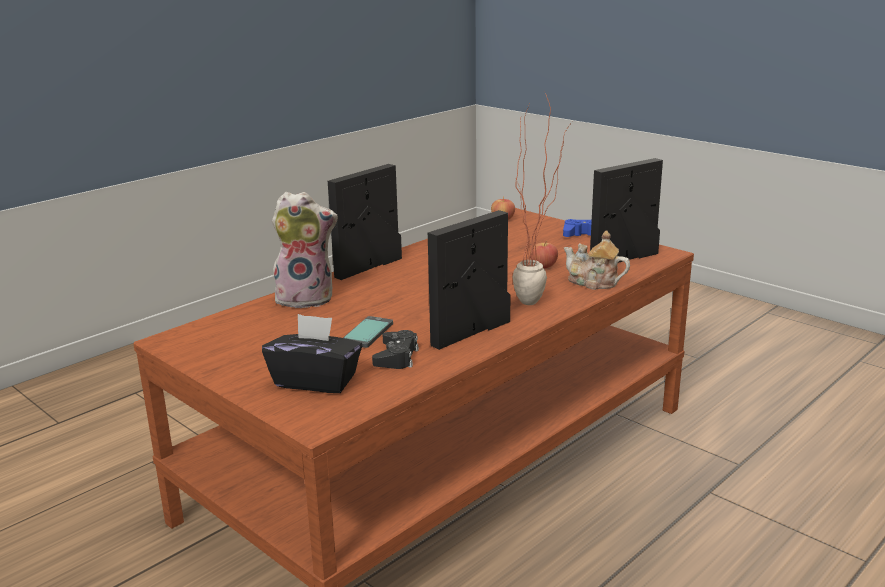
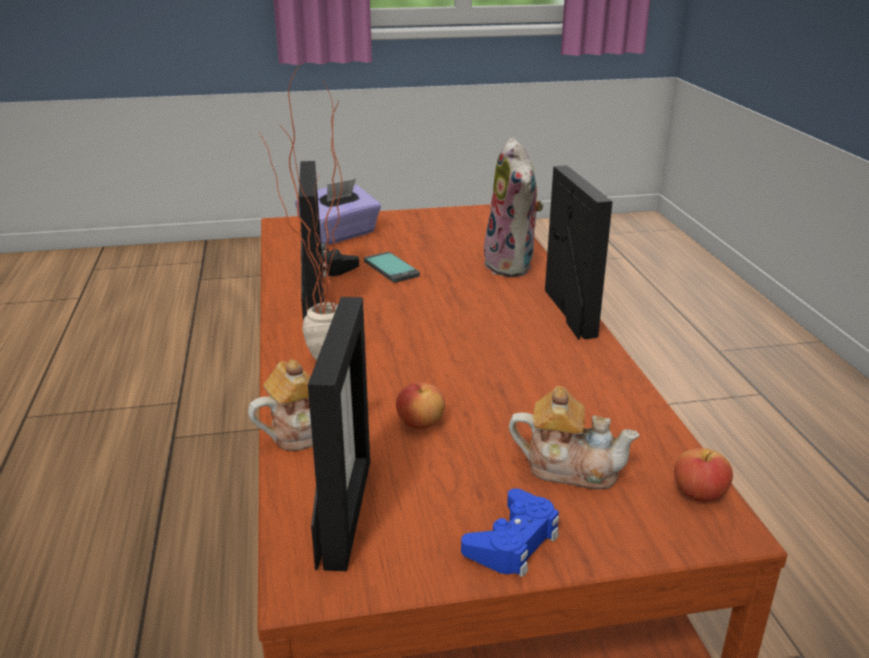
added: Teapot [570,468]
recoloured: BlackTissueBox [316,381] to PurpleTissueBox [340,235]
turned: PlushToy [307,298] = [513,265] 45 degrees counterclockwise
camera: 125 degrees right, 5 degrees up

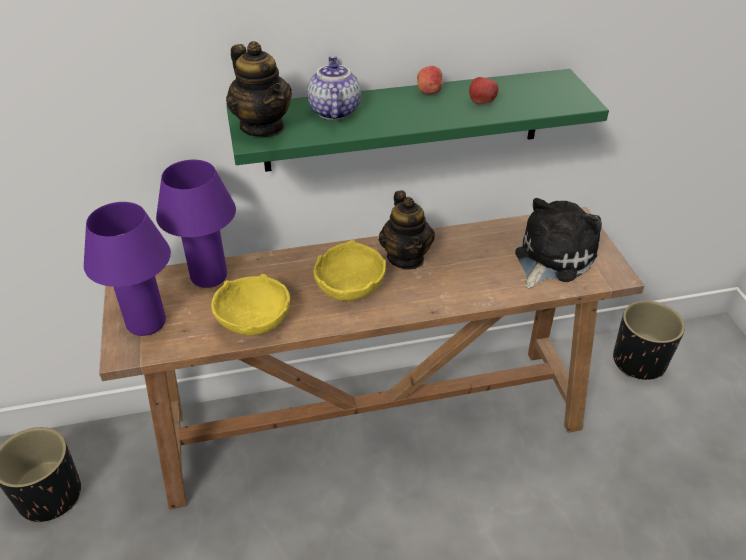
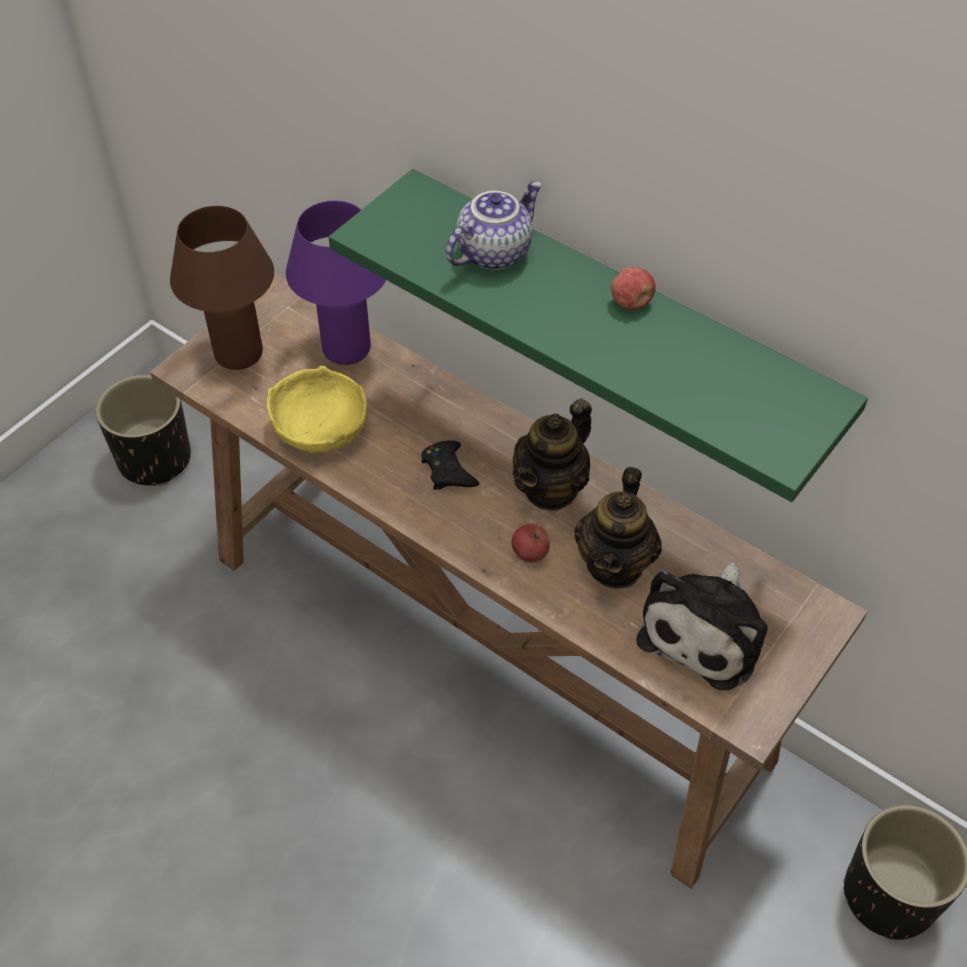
moved: Teapot [263,126] to [615,564]; Apple [481,102] to [530,553]
replaced: YellowBowl [349,287] to BlackGameController [448,470]
recoloured: PurpleTableLamp [146,323] to BrownTableLamp [238,354]
turned: PlushToy [551,258] = [707,630] 120 degrees clockwise
camera: 50 degrees right, 10 degrees up

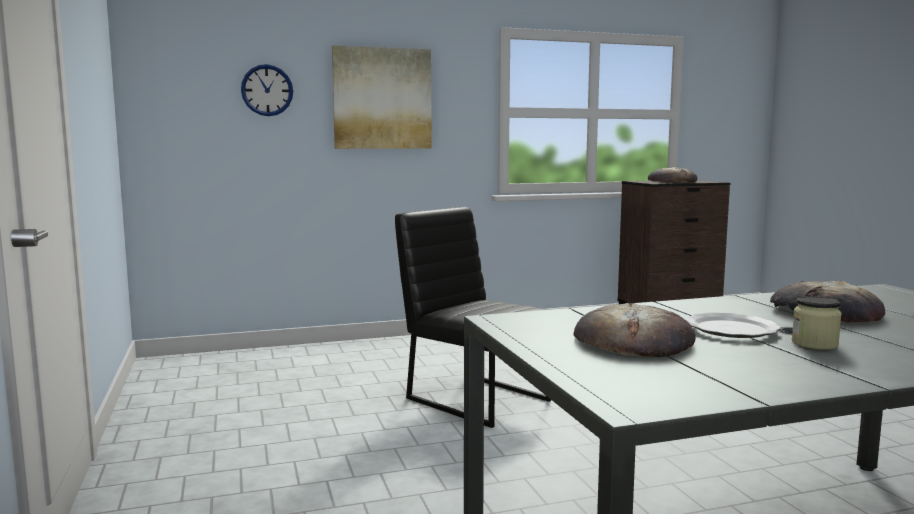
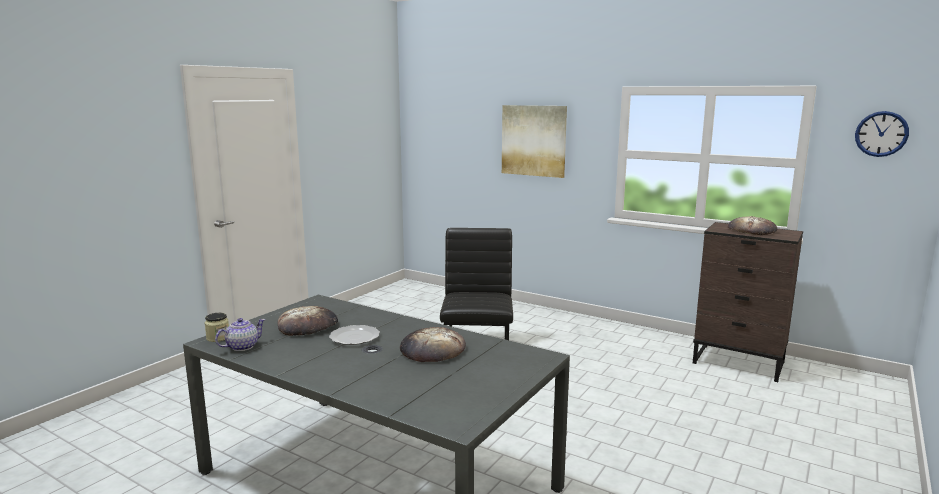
added: Teapot [242,347]
moved: WallClock [267,90] to [881,134]; Jar [814,344] to [218,338]
camera: 50 degrees right, 5 degrees up

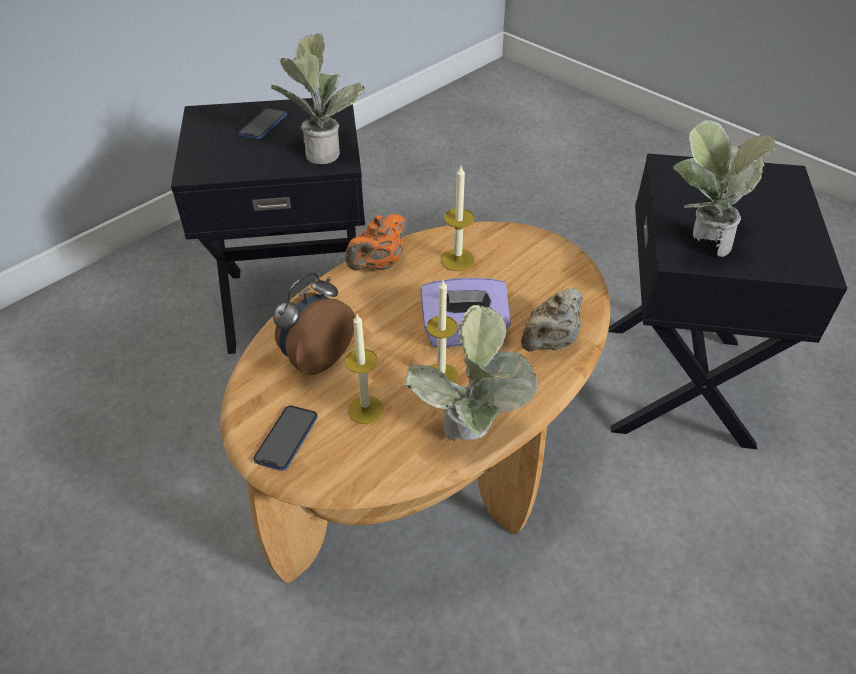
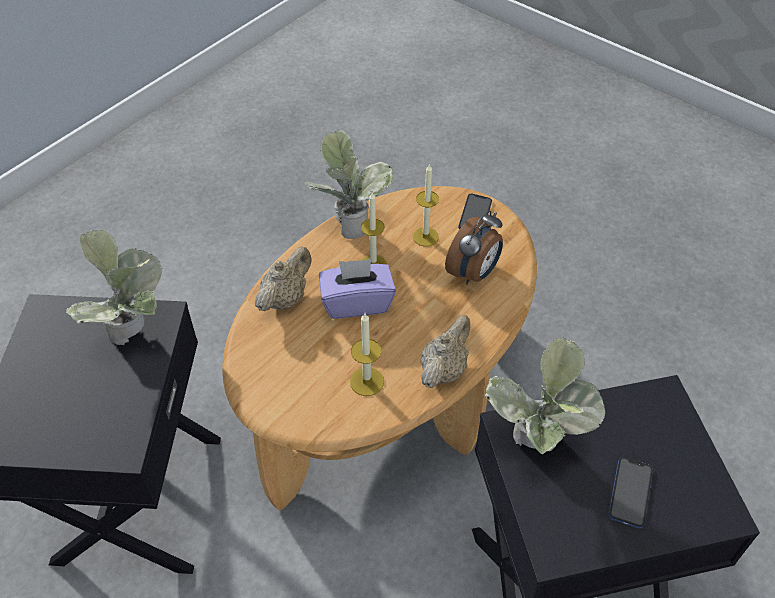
recoloured: OrangeTeapot [379,265] to BeigeTeapot [444,370]
camera: 175 degrees right, 5 degrees up

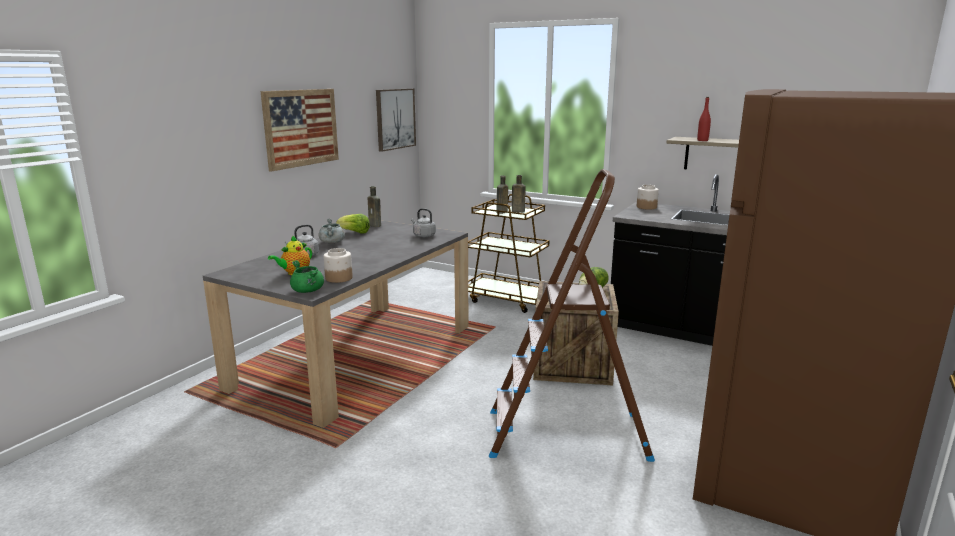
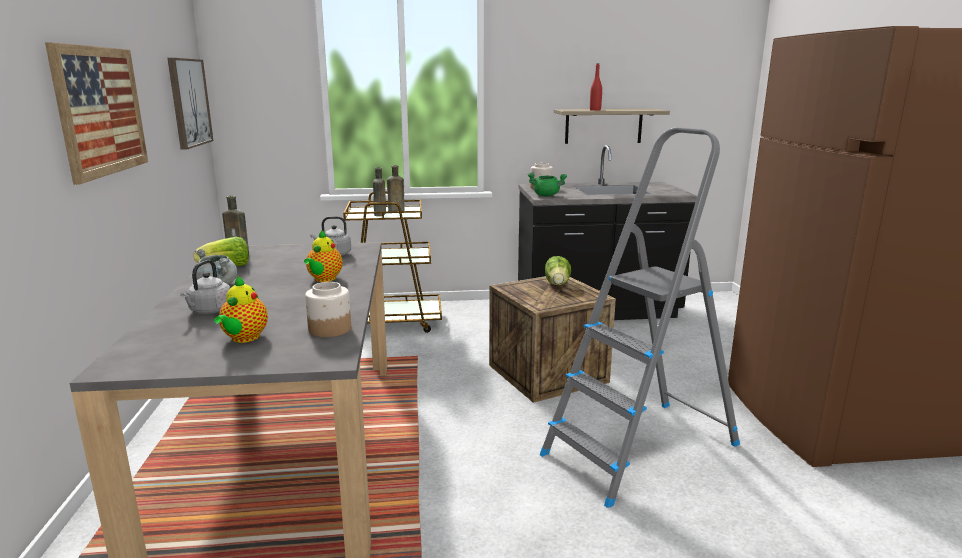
added: Teapot [324,279]
moved: GreenCookingPot [308,291] to [546,195]
recoloured: BrownStepLadder [565,435] to GreyStepLadder [640,449]
camera: 35 degrees left, 0 degrees up

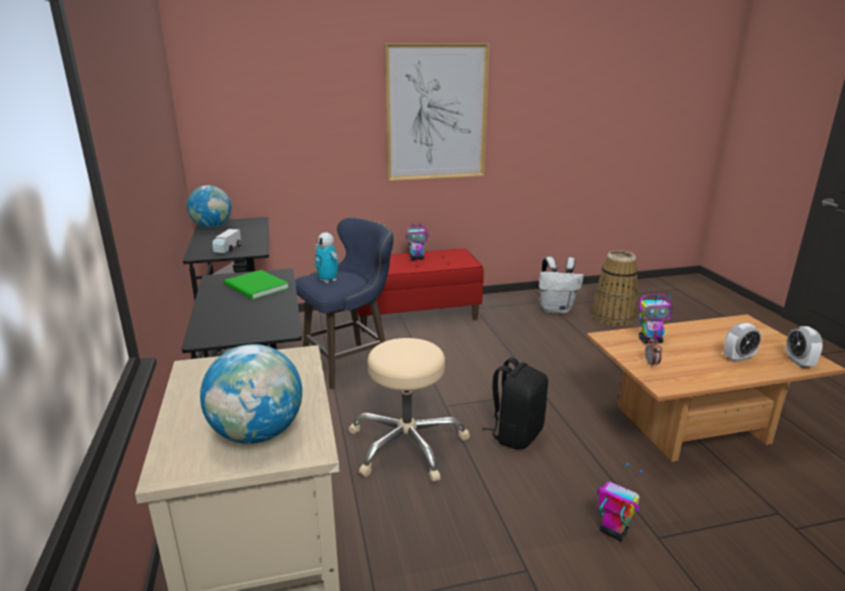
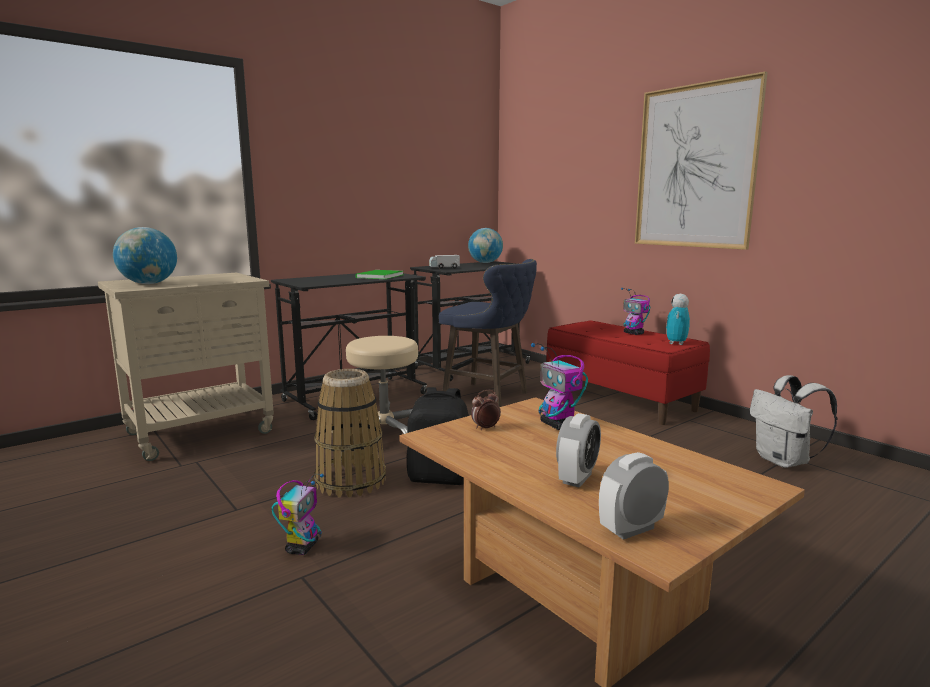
moved: ToyRobot [328,280] to [676,343]; Basket [613,317] to [351,481]
turned: AlarmClock [738,358] = [577,478] 105 degrees counterclockwise
camera: 65 degrees right, 10 degrees down

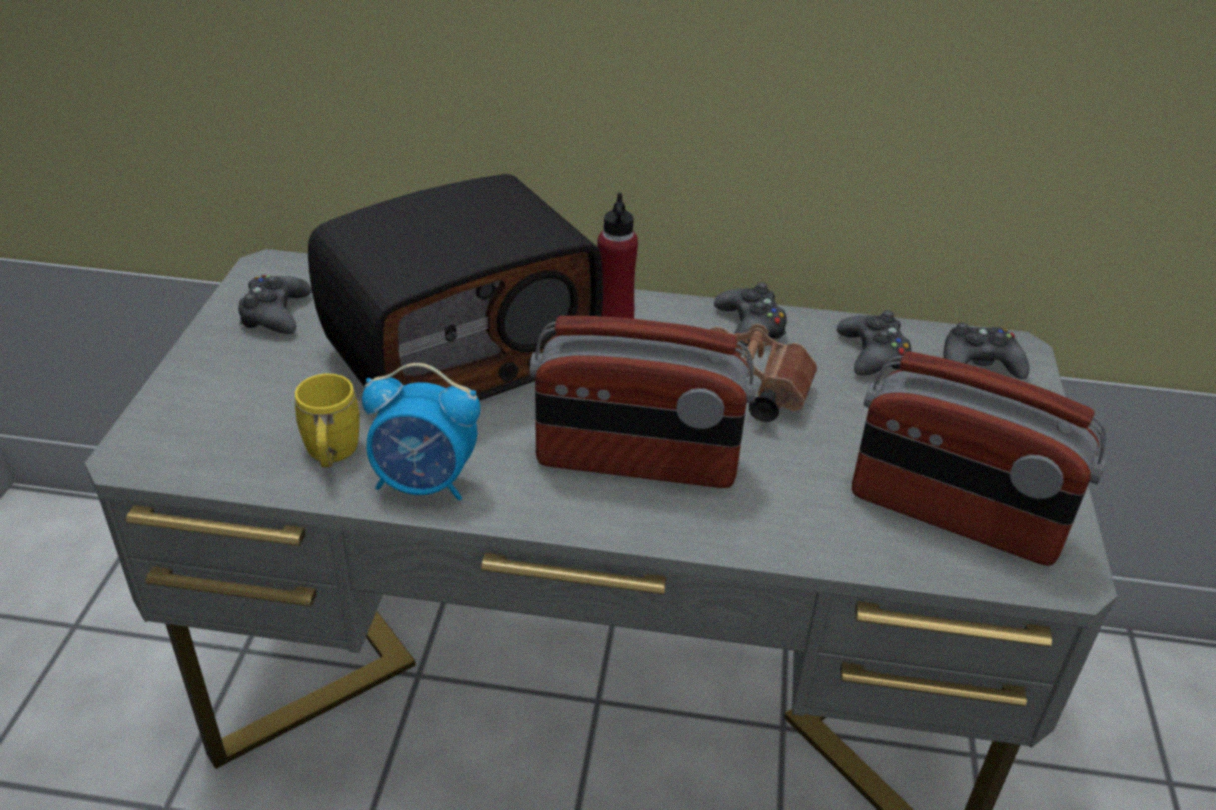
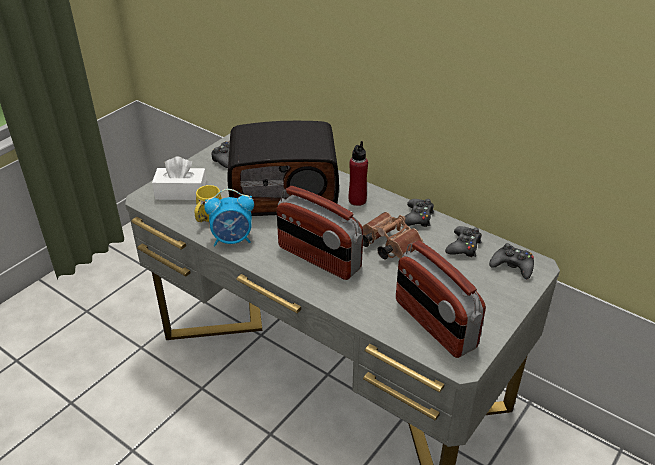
added: WhiteTissueBox [181,192]
turned: AlarmClock [425,483] = [233,240] 45 degrees counterclockwise
camera: 30 degrees right, 0 degrees up

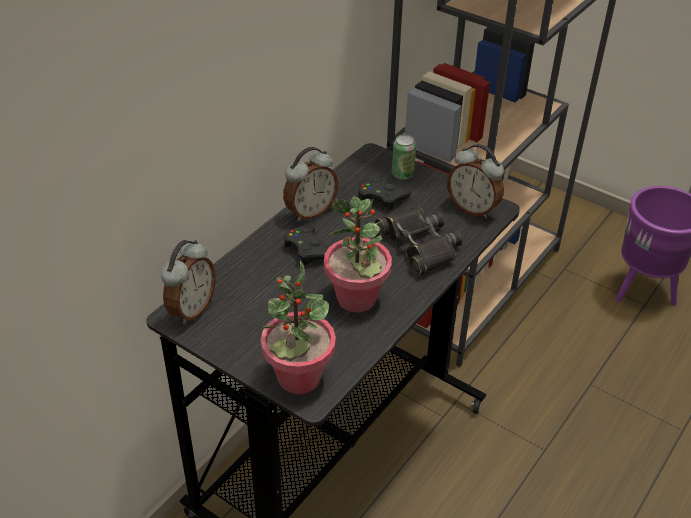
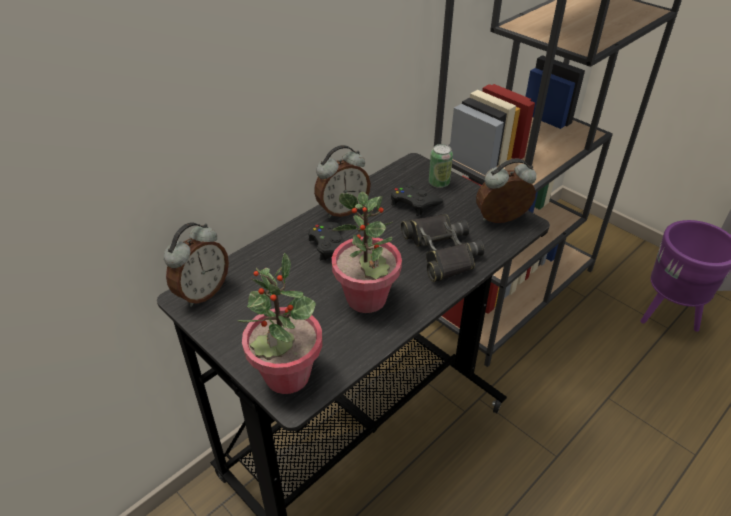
turned: AlarmClock [473,208] = [502,221] 120 degrees clockwise
camera: 10 degrees right, 0 degrees up

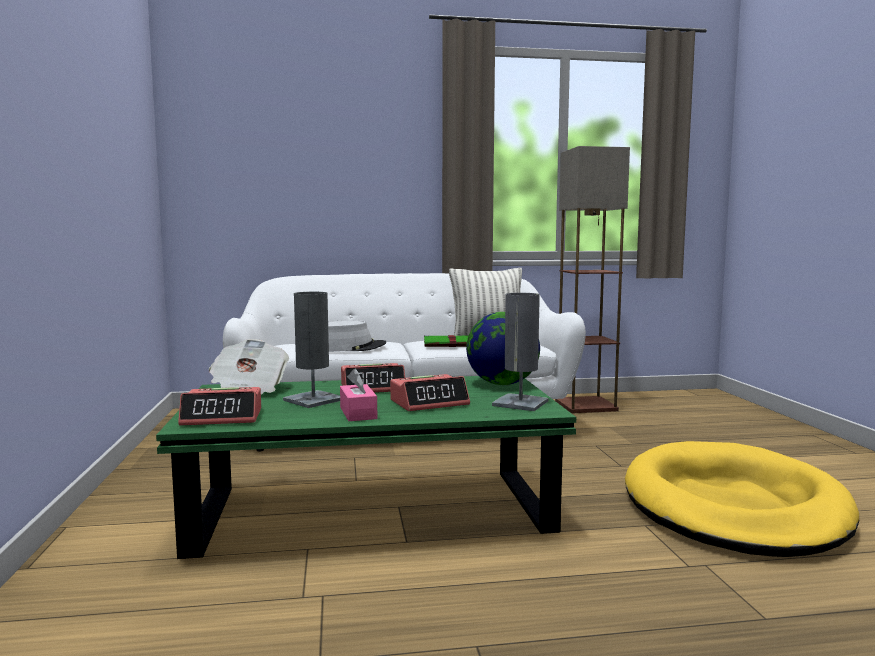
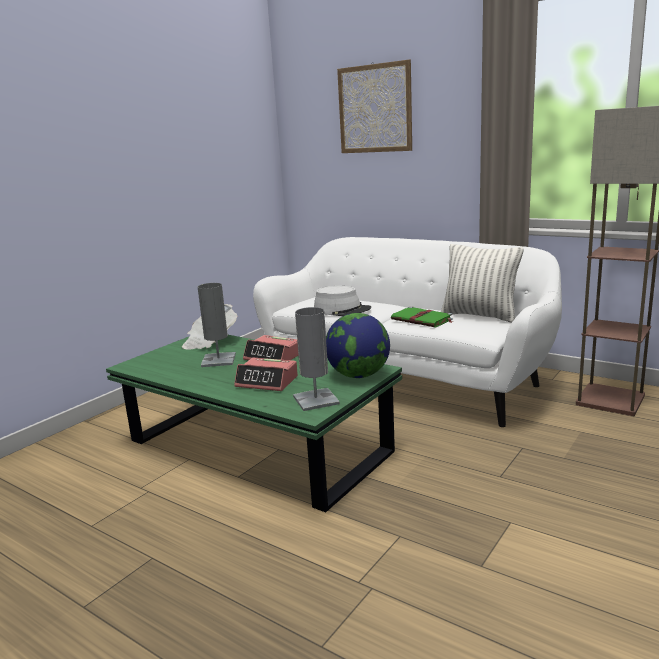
removed: PinkTissueBox [358,413]; AlarmClock [222,417]; YellowDogBed [733,506]
added: Picture [375,107]
camera: 45 degrees right, 10 degrees up

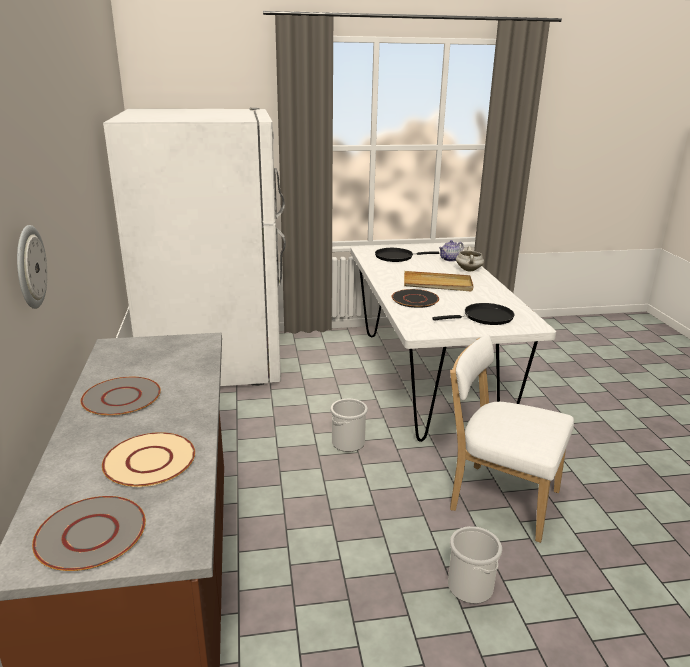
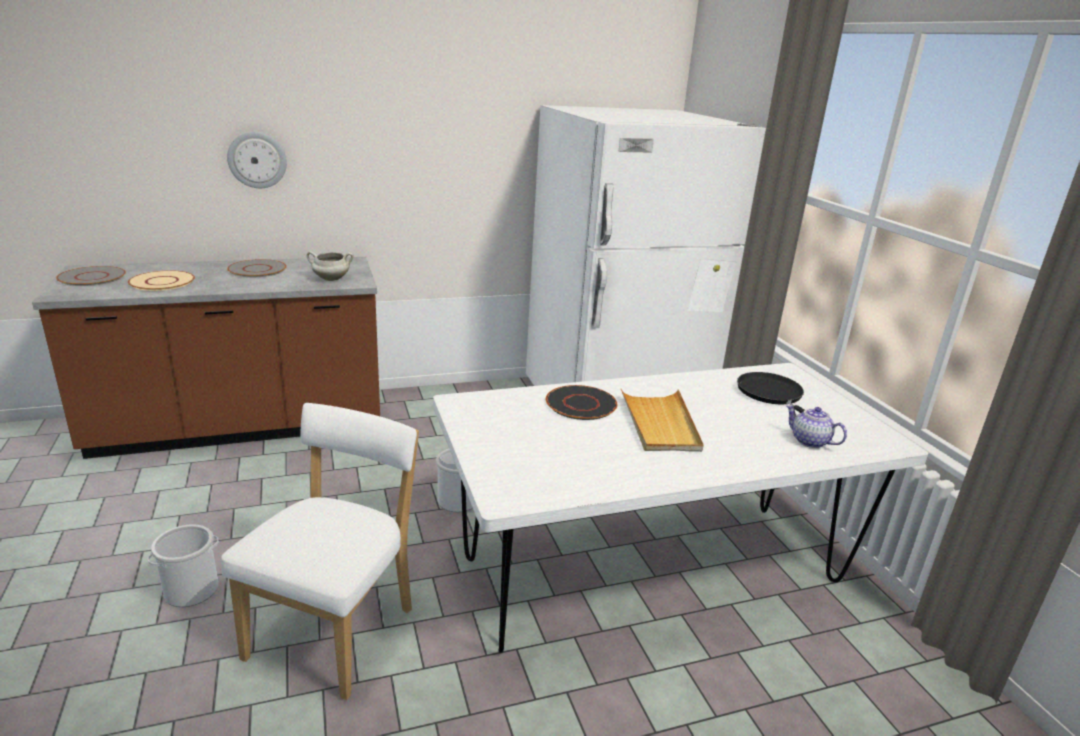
removed: BlackFryingPan [484,317]
moved: WhiteCookingPot [469,270] to [331,279]
camera: 80 degrees right, 0 degrees up

